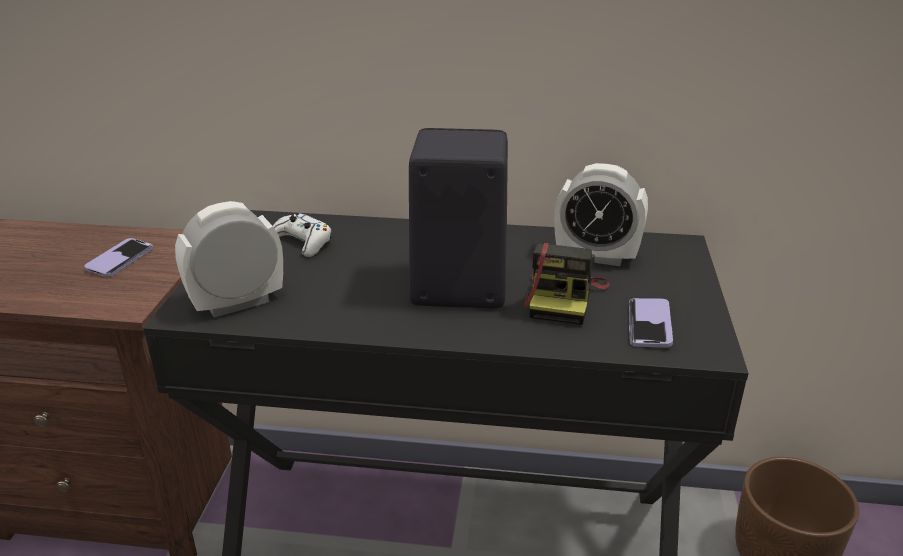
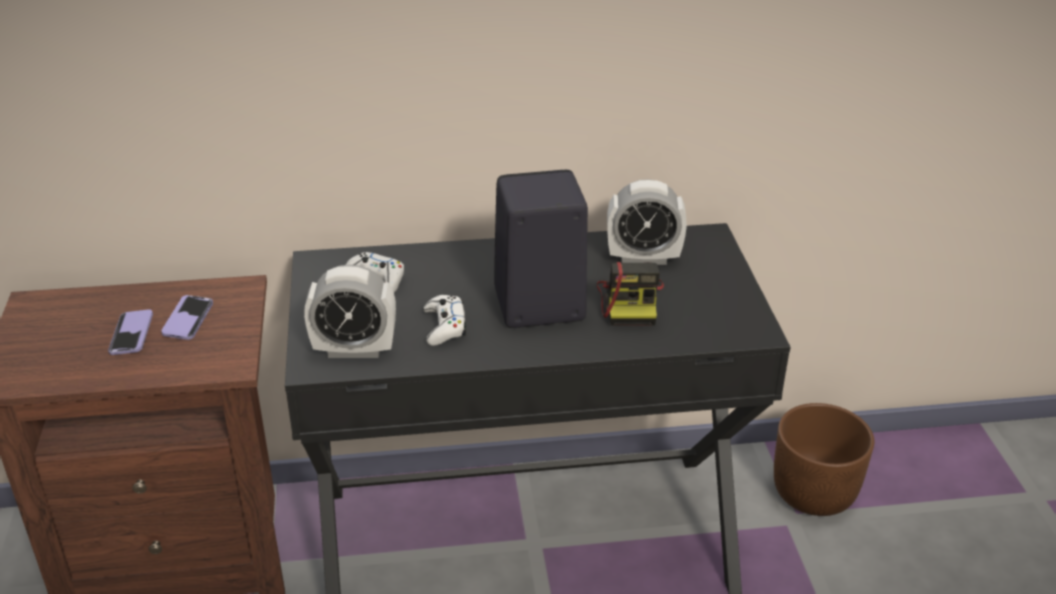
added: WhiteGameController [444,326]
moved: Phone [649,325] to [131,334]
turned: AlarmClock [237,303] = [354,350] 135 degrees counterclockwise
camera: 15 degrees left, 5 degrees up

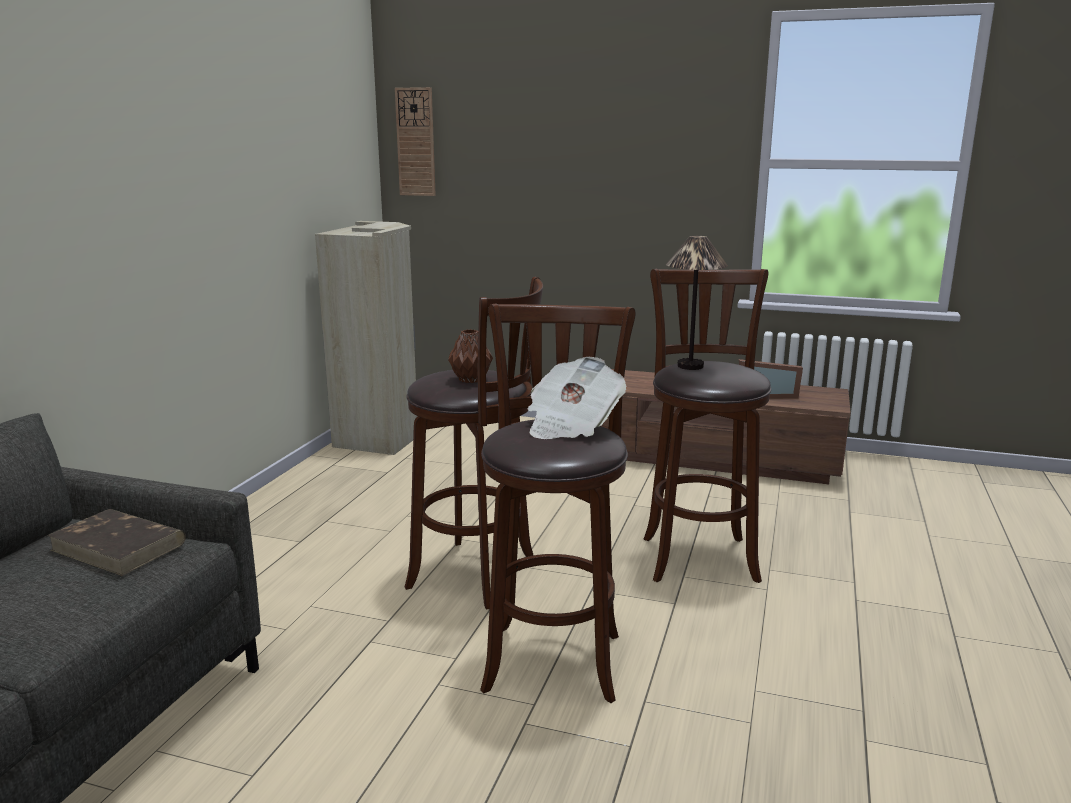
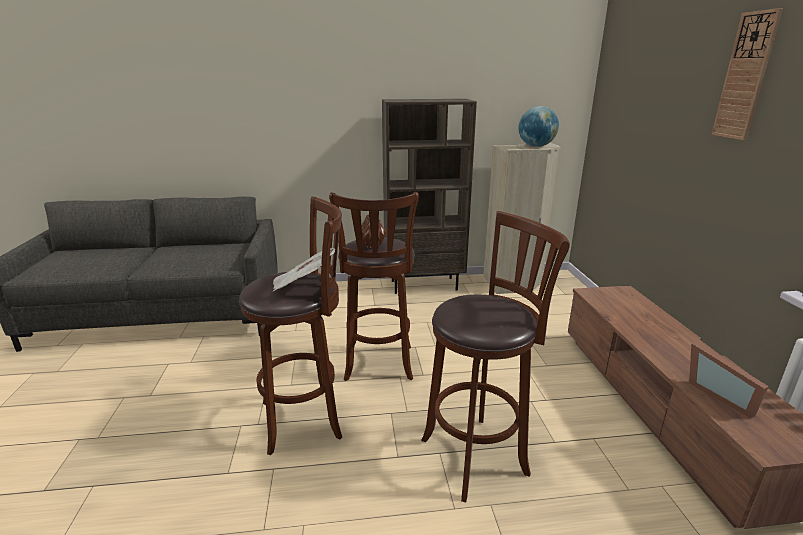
removed: TableLamp [691,366]; BrownBook [120,547]
added: BrownBookcase [424,285]; Globe [536,146]
moved: WallClock [416,142] to [745,77]
camera: 65 degrees right, 5 degrees up

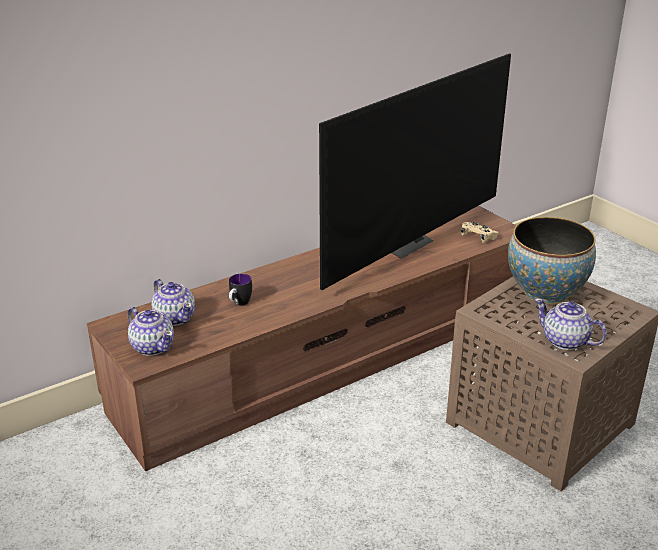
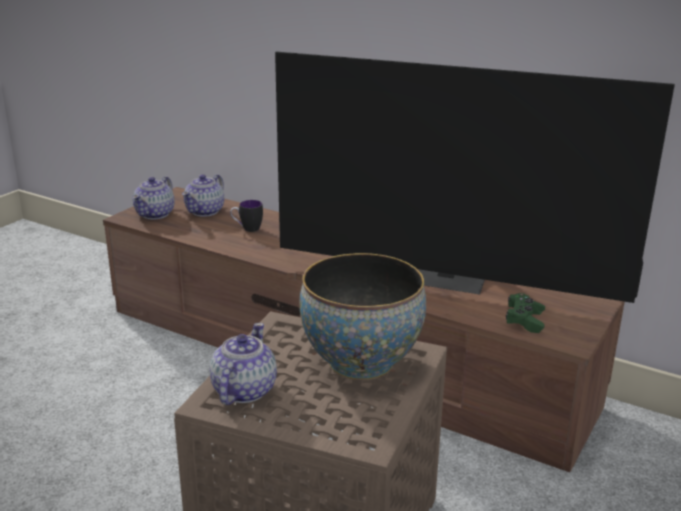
recoloured: BeigeGameController [478,237] to GreenGameController [524,321]
camera: 65 degrees right, 5 degrees down

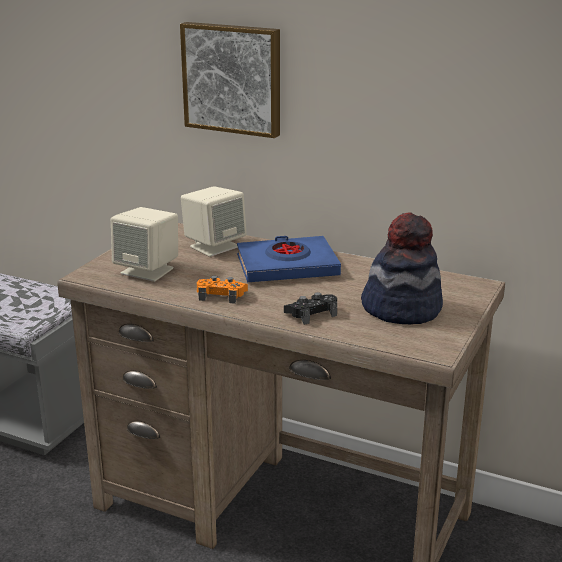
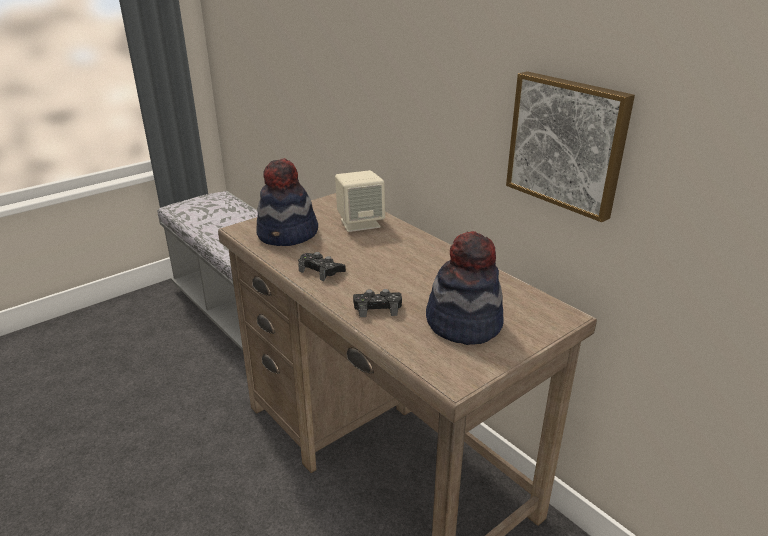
removed: BlueBook [287,266]
moved: Picture [233,78] to [568,143]
replaced: BeigeSpeaker [148,271] to Hat [288,235]
recoloured: OrangeGameController [221,295] to BlackGameController [321,271]
camera: 25 degrees right, 5 degrees up

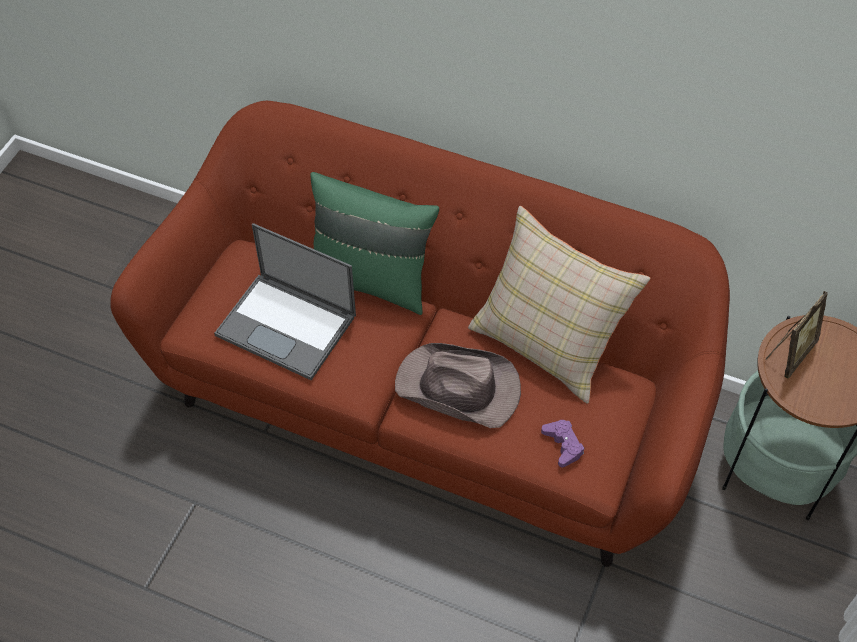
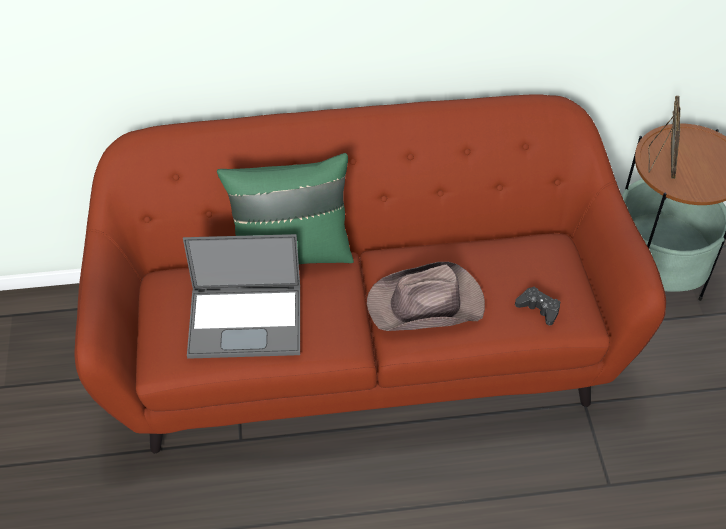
removed: BeigePillow [549,340]
recoloured: PurpleGameController [563,445] to BlackGameController [538,308]
camera: 30 degrees left, 5 degrees down

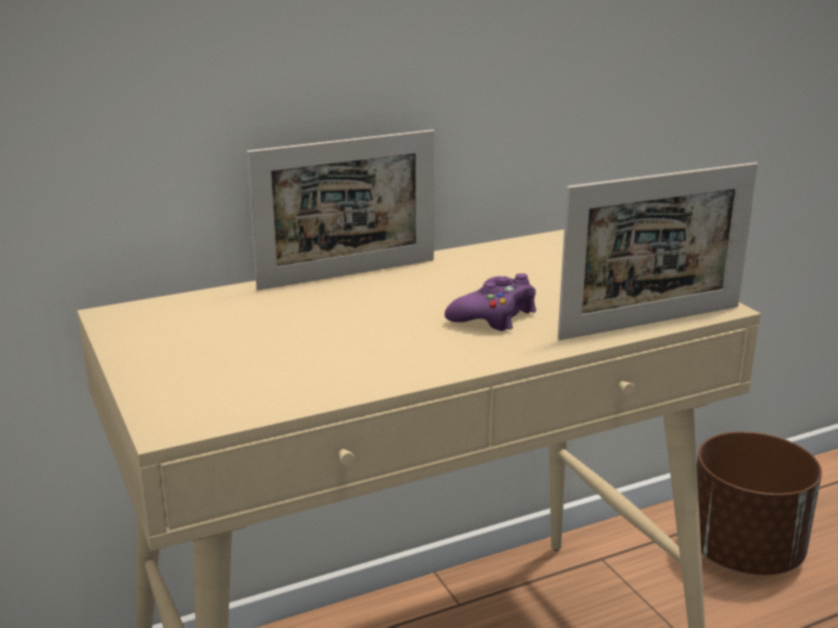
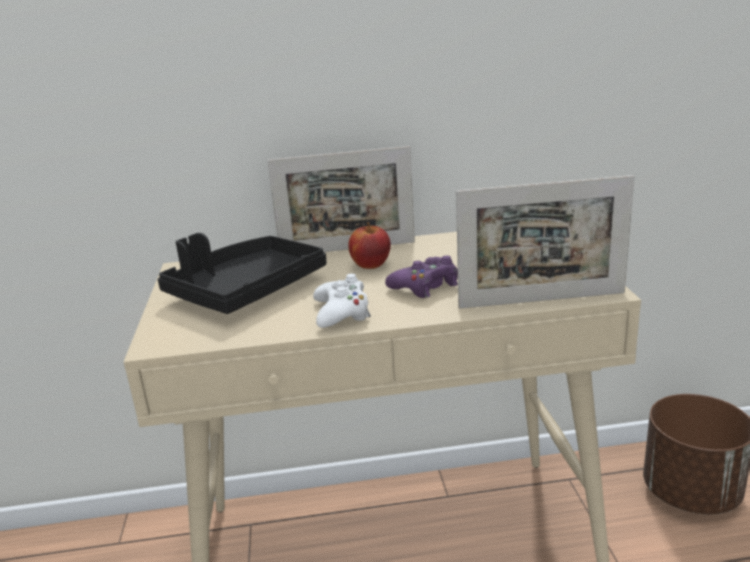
added: Apple [370,265]; BlackTray [246,290]; WhiteGameController [342,312]
camera: 20 degrees right, 0 degrees up

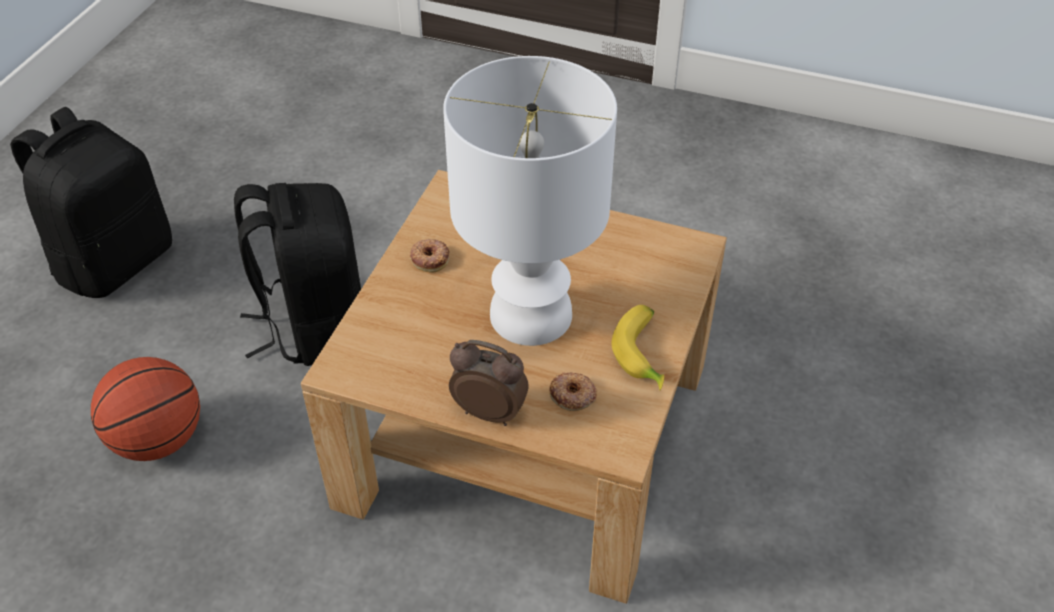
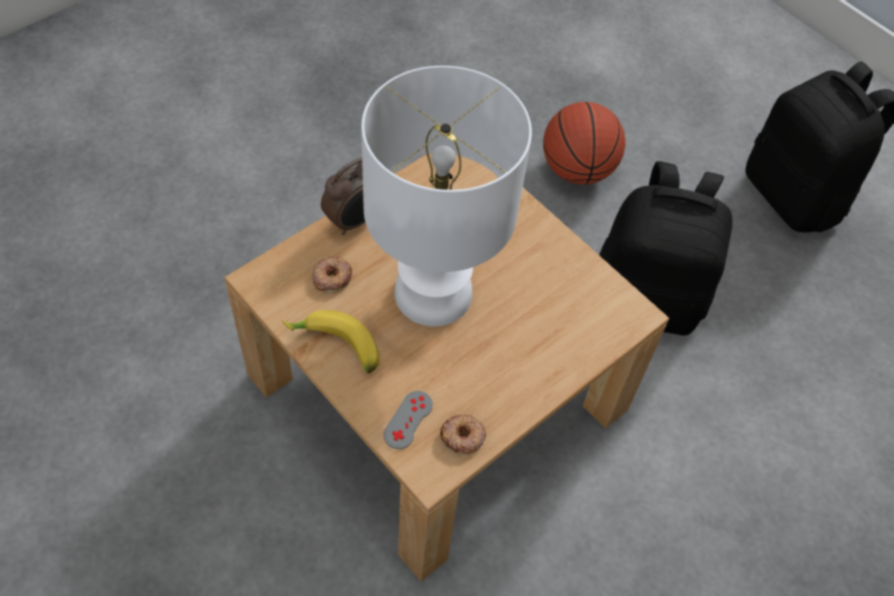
added: GreyGameController [408,420]
moved: Donut [430,258] to [462,437]
camera: 115 degrees right, 10 degrees up

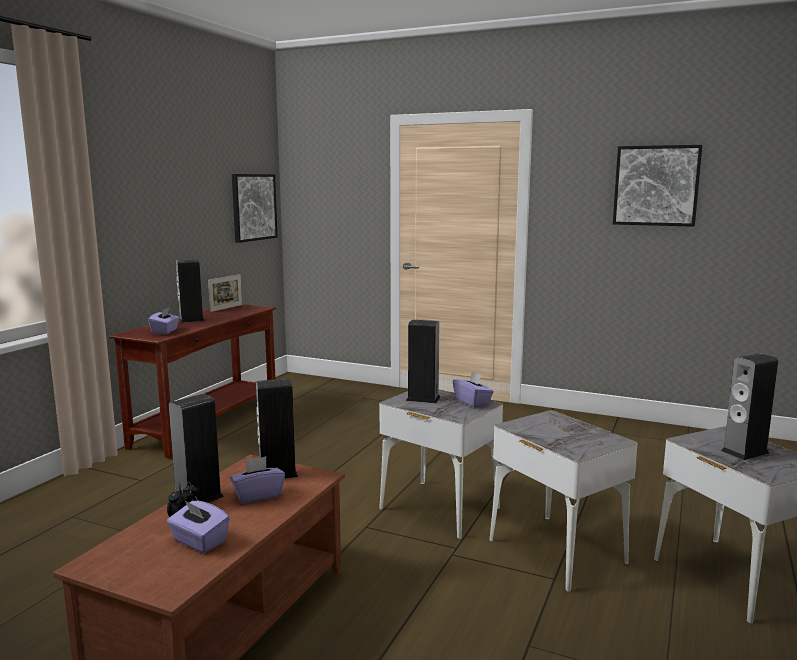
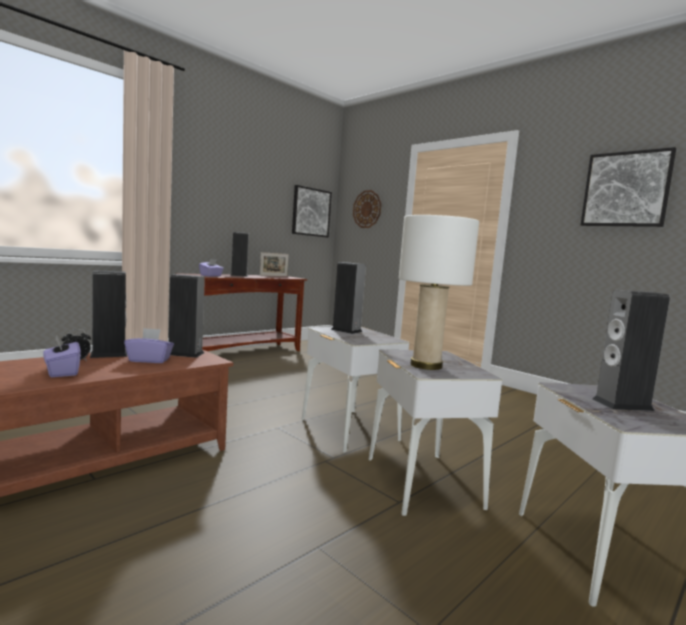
removed: PurpleTissueBox [472,402]
added: WallClock [367,209]; WhiteTableLamp [426,365]
camera: 20 degrees right, 5 degrees down

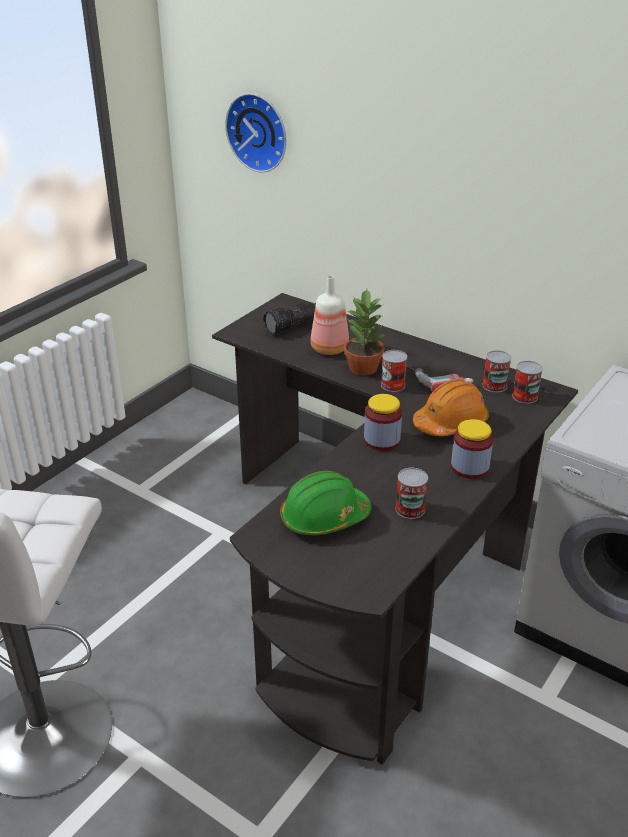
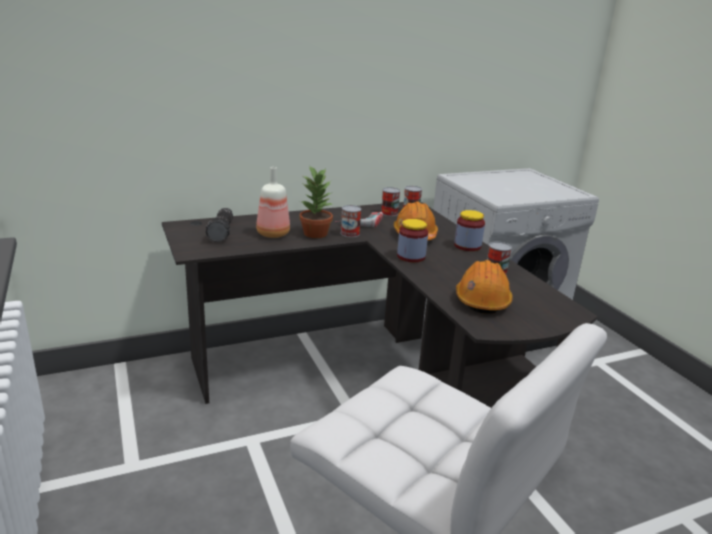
removed: WallClock [259,131]
recoloured: GreenHardHat [324,518] to OrangeHardHat [482,300]
camera: 60 degrees left, 10 degrees down

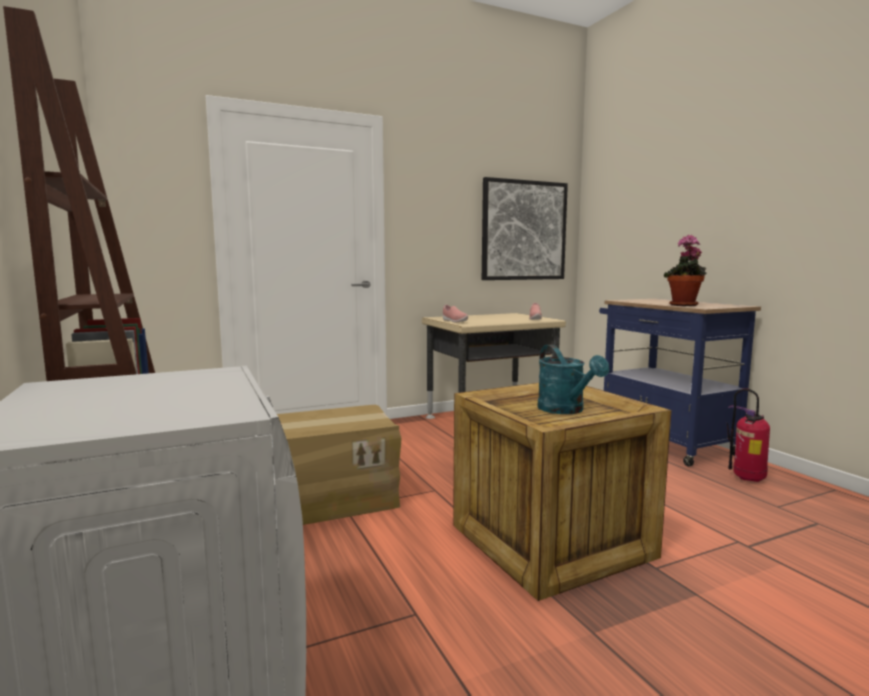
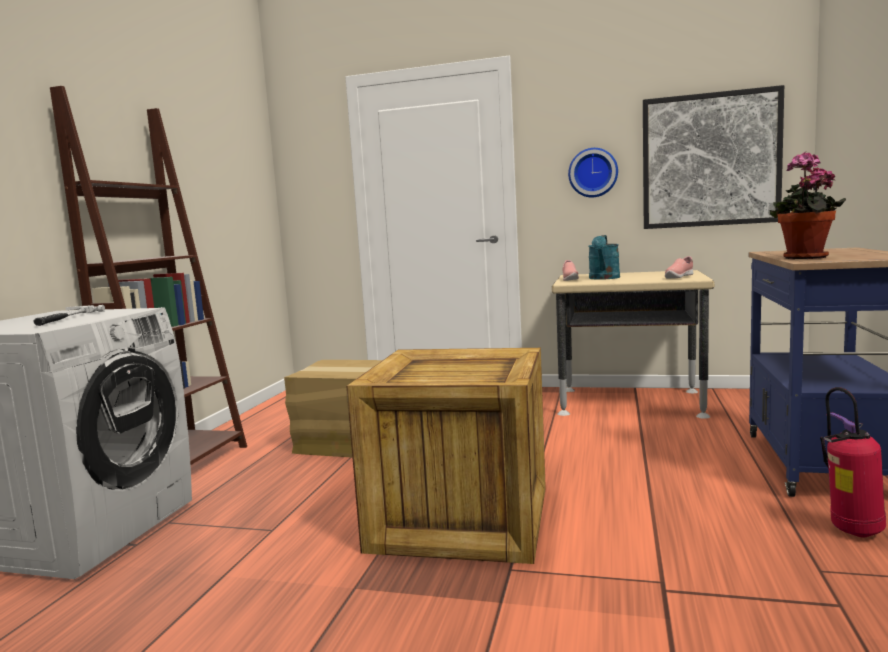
added: WallClock [593,173]; Hammer [65,318]
moved: TurquoiseWateringCan [566,410] to [604,278]
camera: 40 degrees right, 0 degrees up

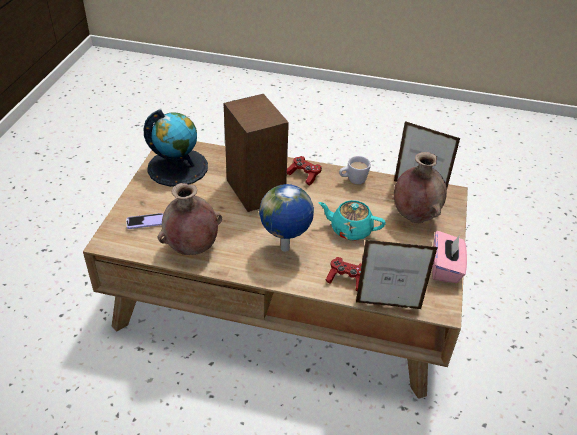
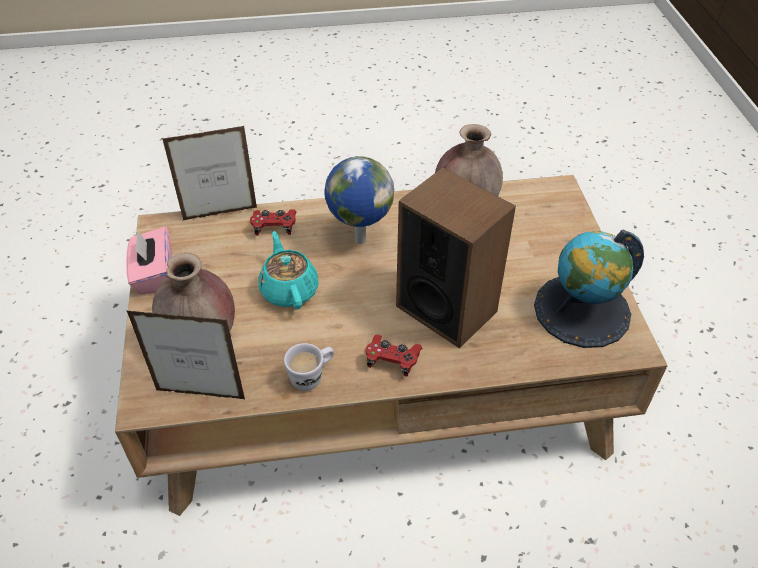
removed: Phone [145,222]
turned: TurquoiseTeapot [350,229] = [289,289] 105 degrees counterclockwise
camera: 160 degrees right, 5 degrees up

